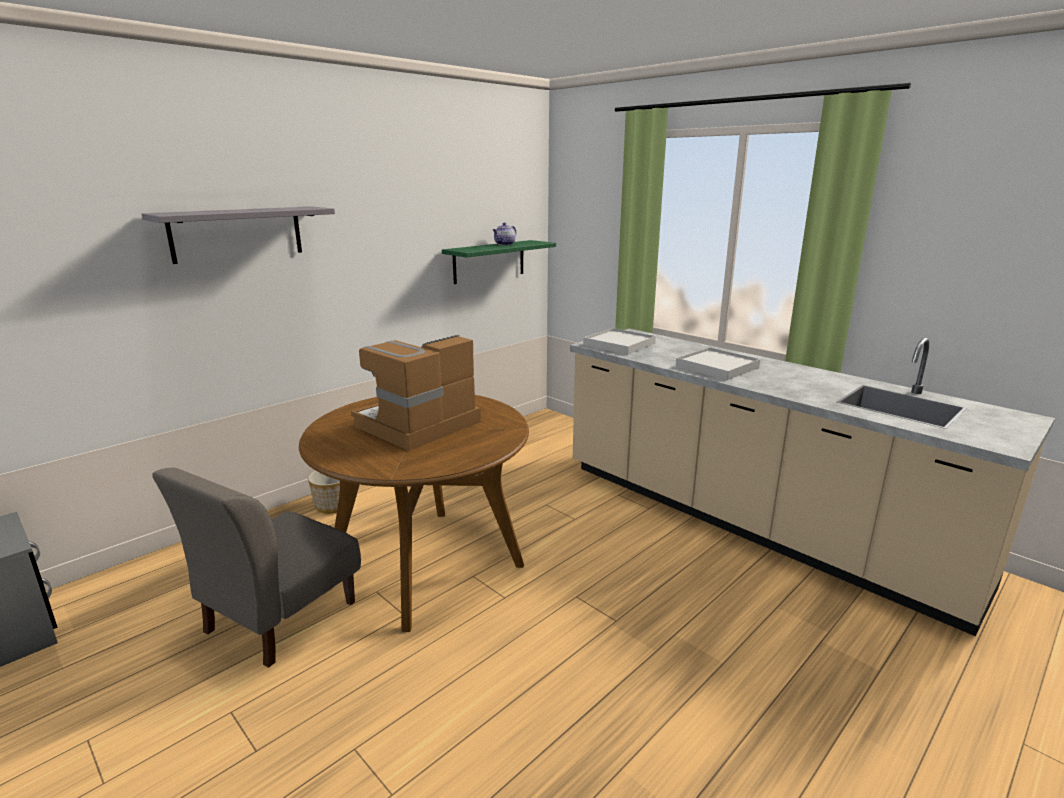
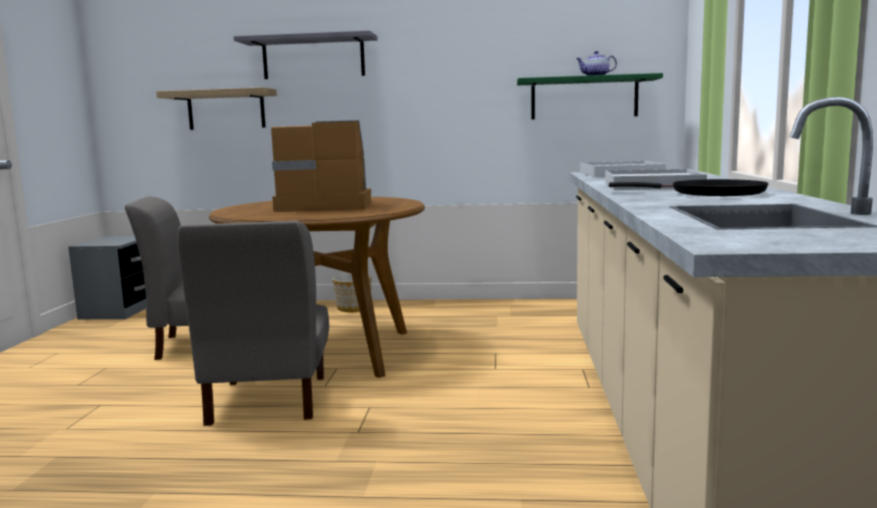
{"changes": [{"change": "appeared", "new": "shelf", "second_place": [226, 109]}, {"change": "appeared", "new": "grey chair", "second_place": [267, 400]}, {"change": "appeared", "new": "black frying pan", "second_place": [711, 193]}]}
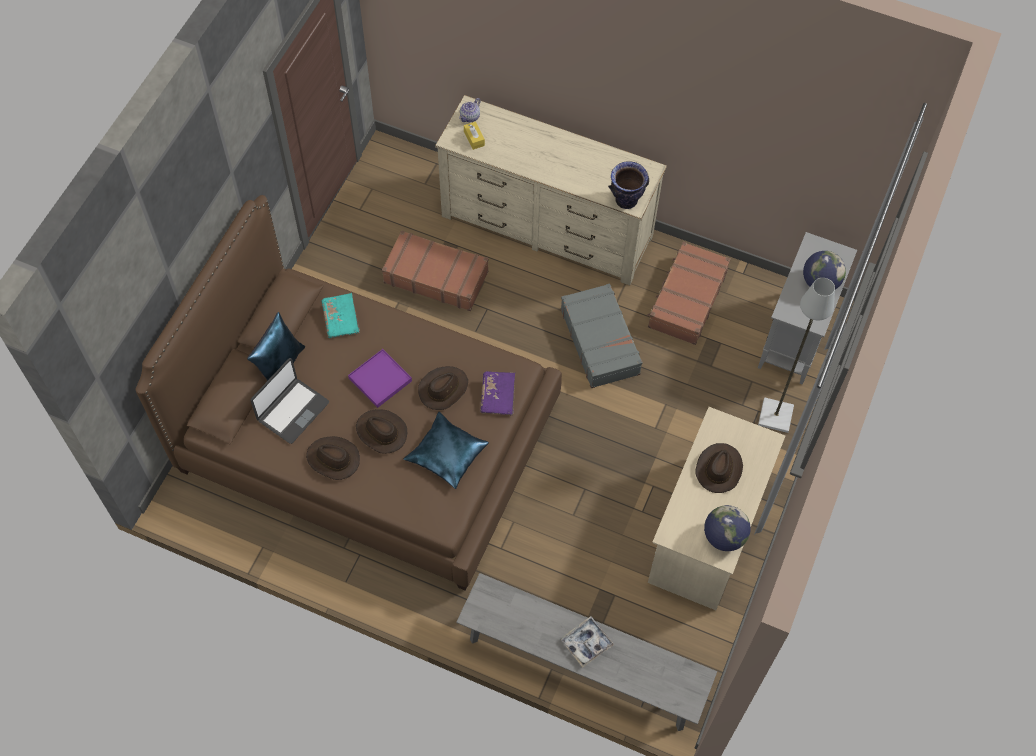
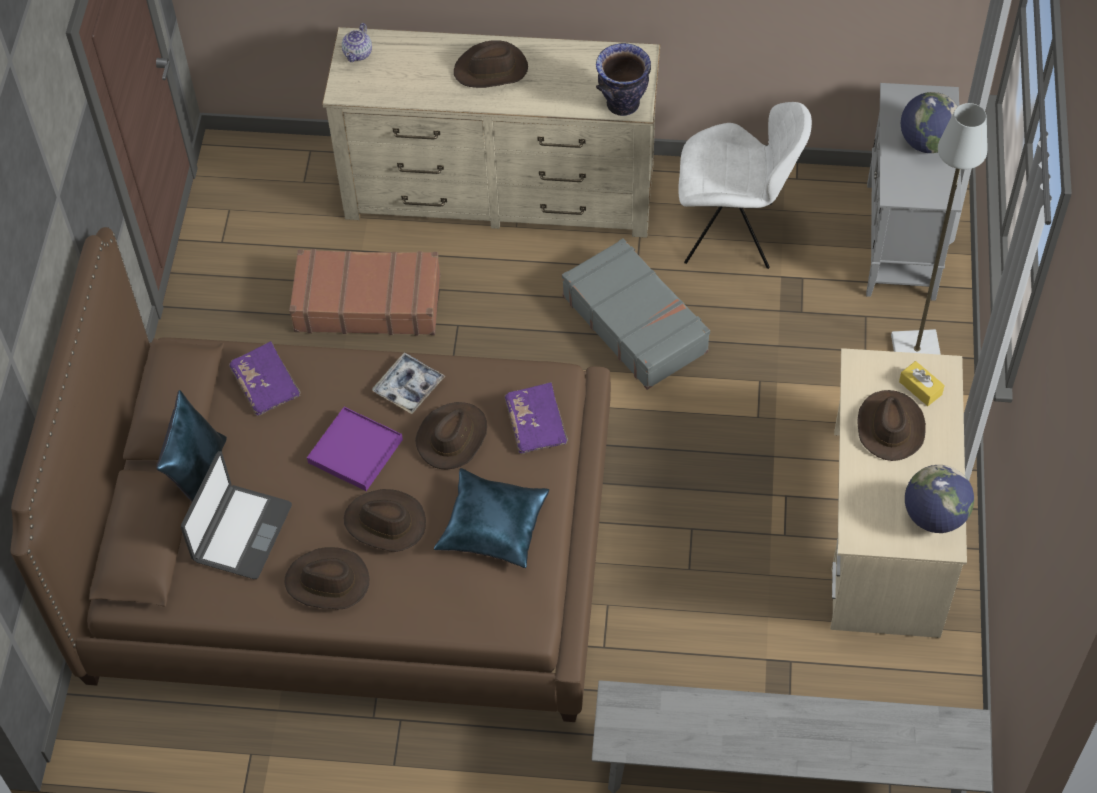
{"changes": [{"change": "colour", "old": "turquoise book", "new": "purple book", "first_place": [341, 319], "second_place": [266, 385]}, {"change": "relocated", "old": "yellow tissue box", "first_place": [474, 138], "second_place": [920, 388]}, {"change": "relocated", "old": "tray", "first_place": [586, 643], "second_place": [409, 387]}, {"change": "exchanged", "old": "brown suitcase", "new": "white chair", "first_place": [686, 299], "second_place": [733, 233]}, {"change": "appeared", "new": "brown hat", "second_place": [491, 70]}]}
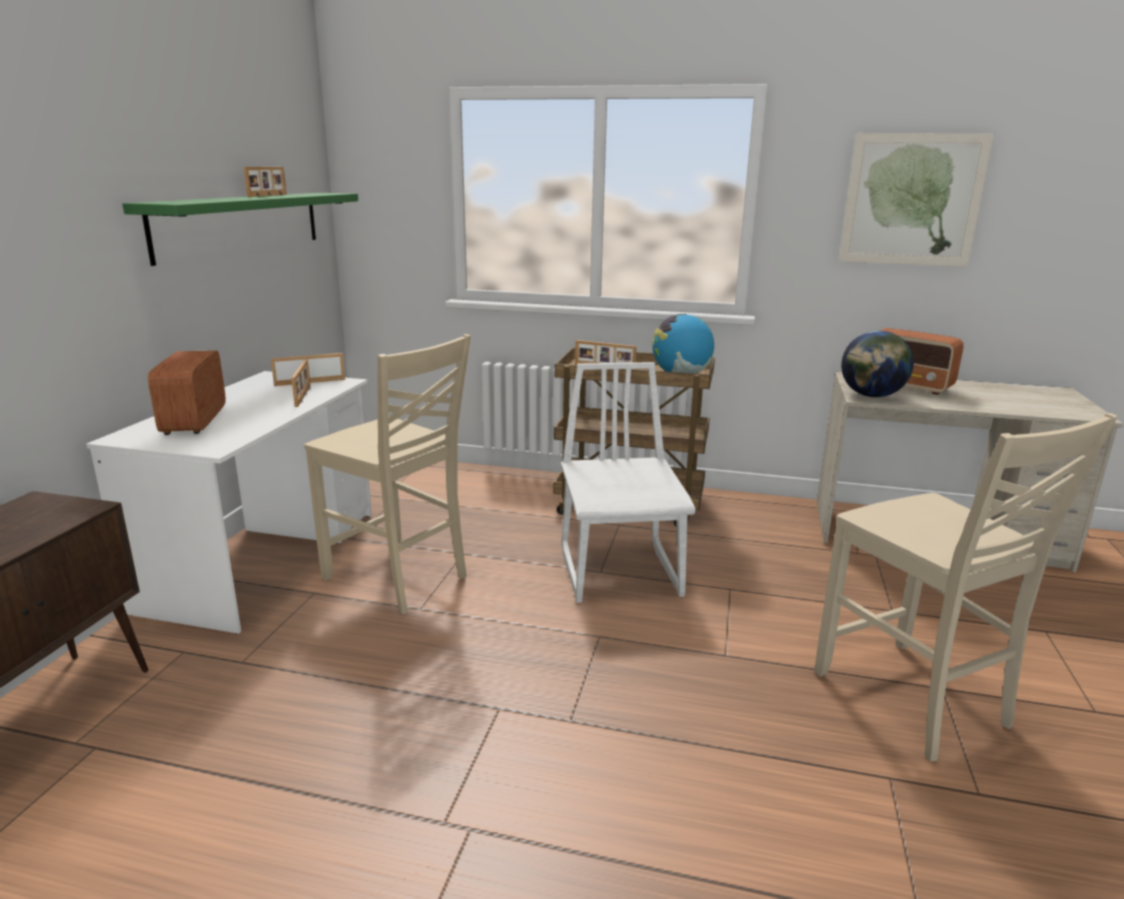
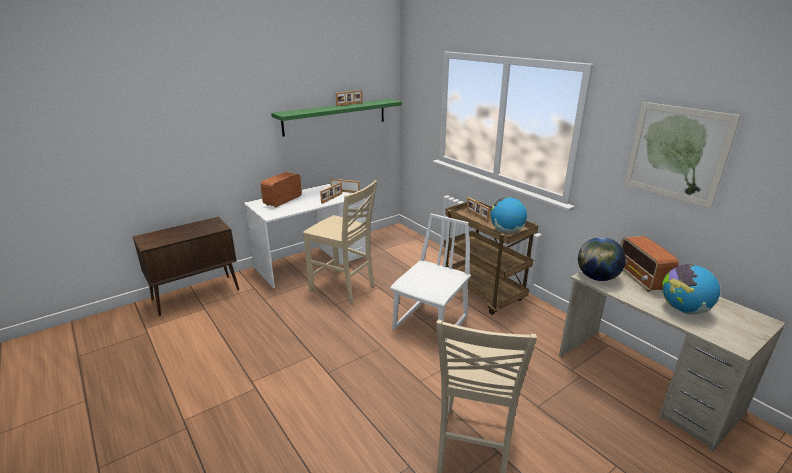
{"changes": [{"change": "spun", "old": "beige chair", "first_place": [398, 578], "second_place": [343, 288], "degrees": -45}, {"change": "appeared", "new": "globe", "second_place": [683, 309]}]}
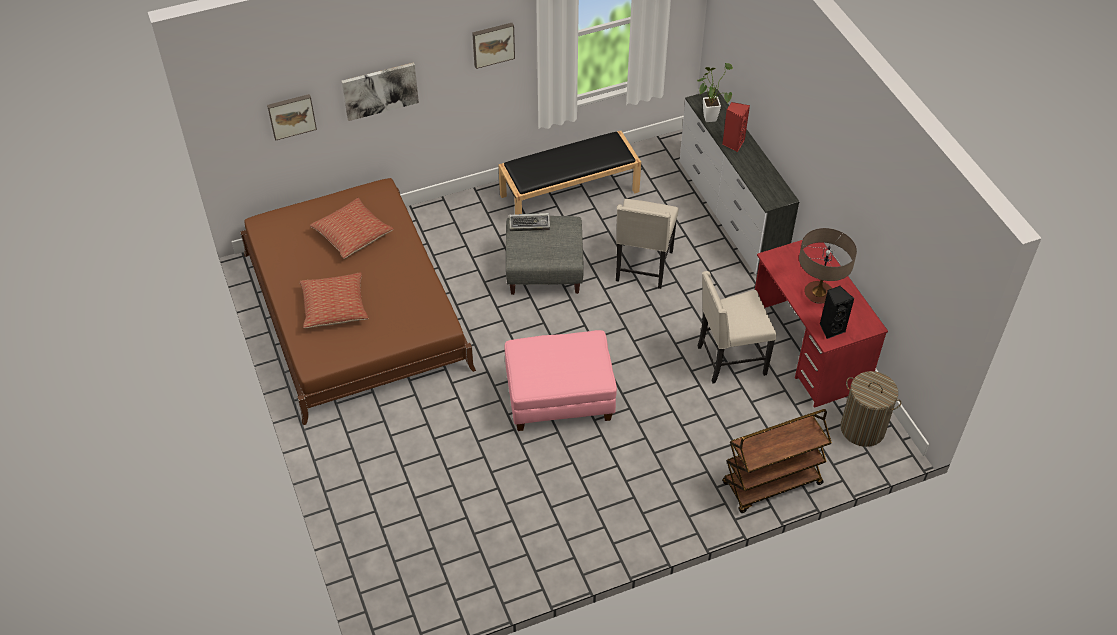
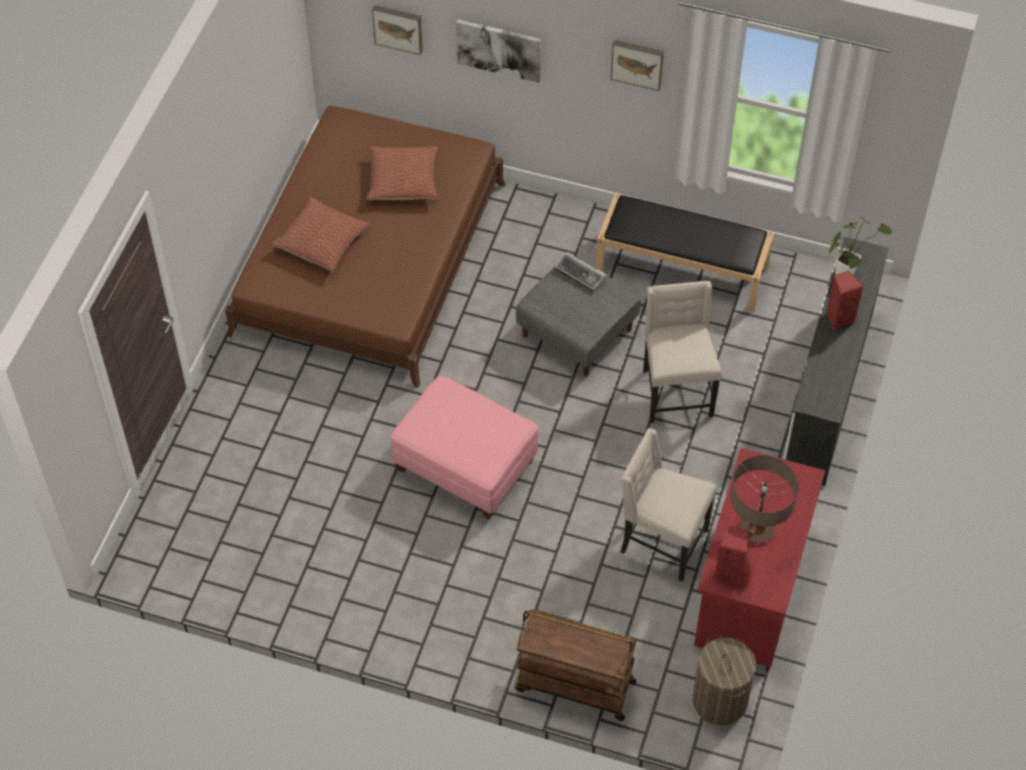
{"changes": [{"change": "spun", "old": "beige chair", "first_place": [643, 267], "second_place": [675, 392], "degrees": 120}, {"change": "colour", "old": "black speaker", "new": "red speaker", "first_place": [831, 328], "second_place": [730, 571]}]}
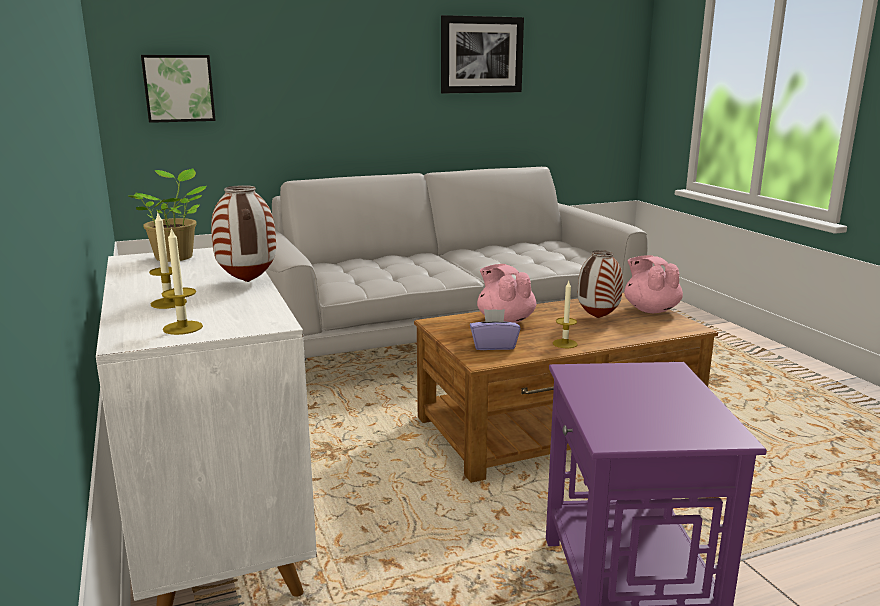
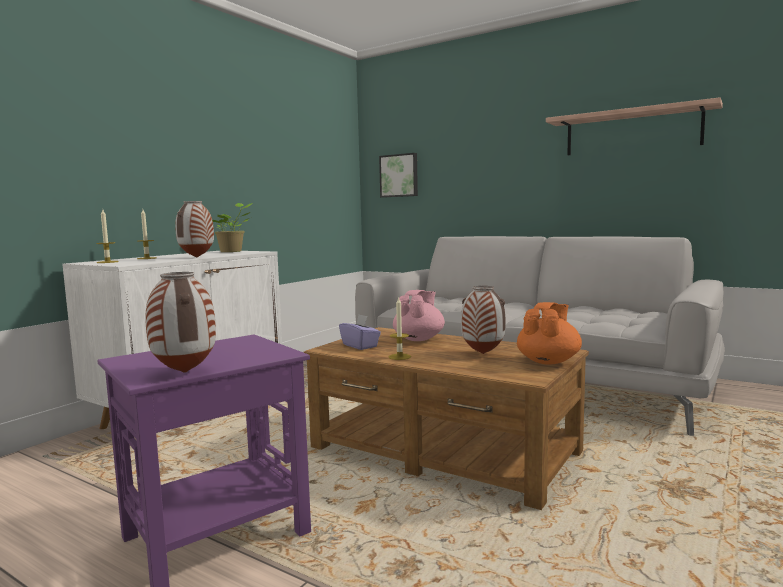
{"changes": [{"change": "exchanged", "old": "picture", "new": "shelf", "first_place": [481, 55], "second_place": [632, 132]}, {"change": "colour", "old": "pink teapot", "new": "orange teapot", "first_place": [650, 309], "second_place": [548, 361]}, {"change": "appeared", "new": "vase", "second_place": [184, 372]}]}
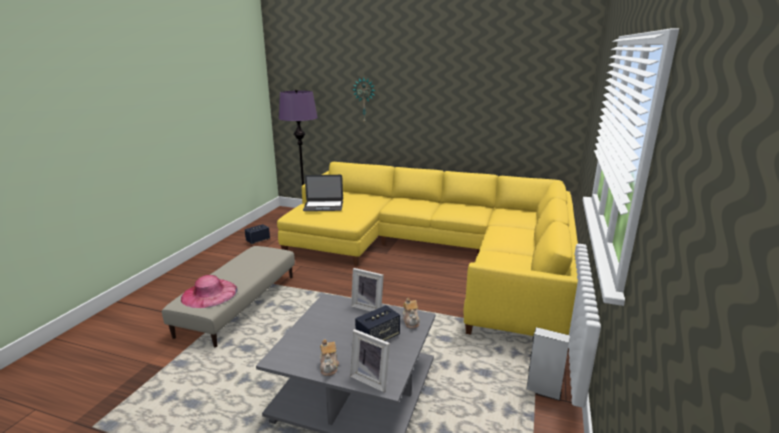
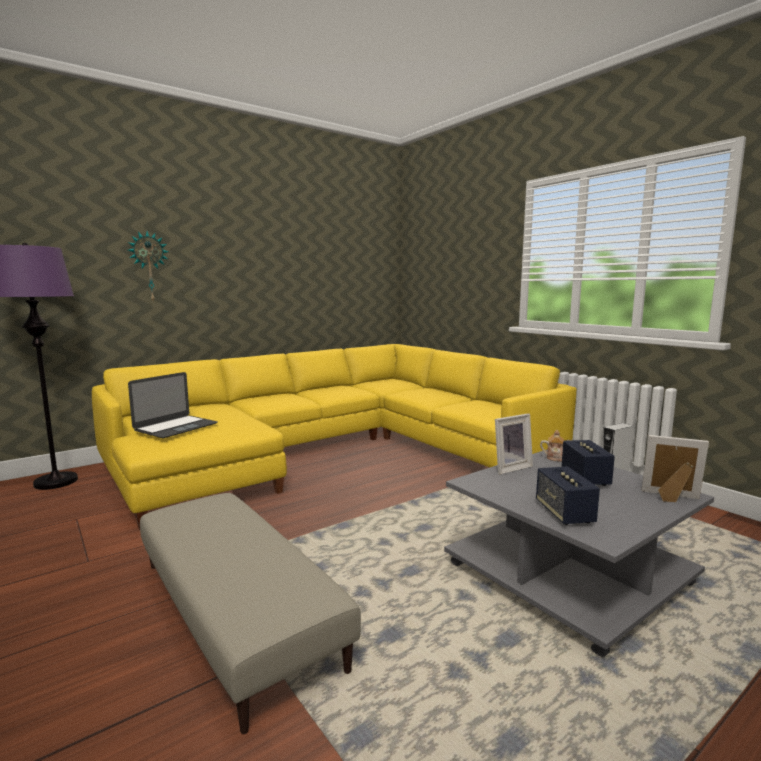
{"changes": [{"change": "missing", "old": "pink hat", "first_place": [209, 293]}, {"change": "relocated", "old": "speaker", "first_place": [258, 240], "second_place": [564, 513]}, {"change": "missing", "old": "teapot", "first_place": [329, 366]}, {"change": "spun", "old": "picture frame", "first_place": [372, 379], "second_place": [671, 498], "degrees": -135}]}
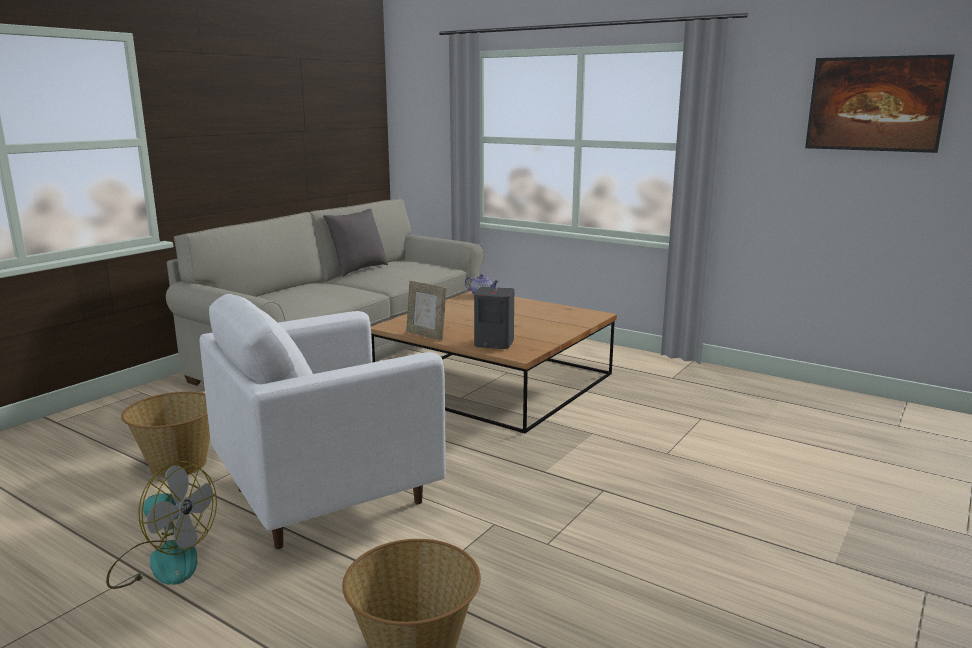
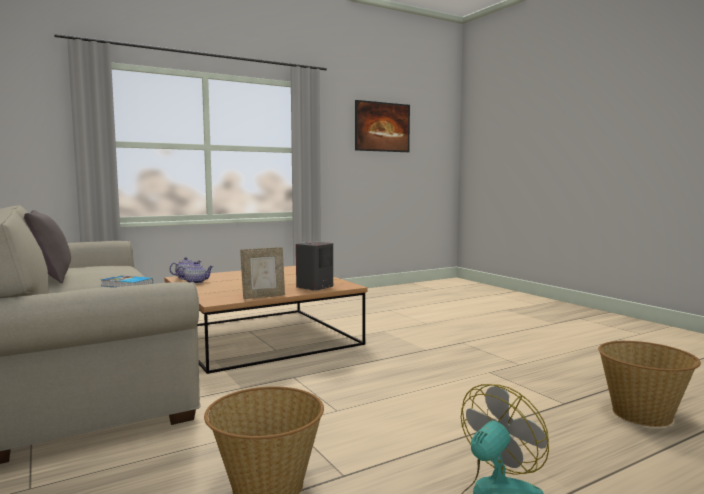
{"changes": [{"change": "missing", "old": "white armchair", "first_place": [326, 496]}, {"change": "appeared", "new": "book", "second_place": [126, 285]}, {"change": "appeared", "new": "teapot", "second_place": [195, 282]}]}
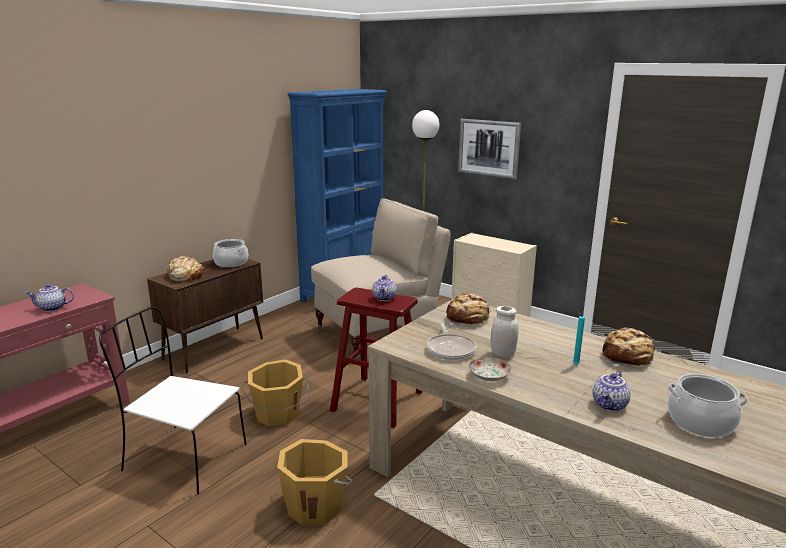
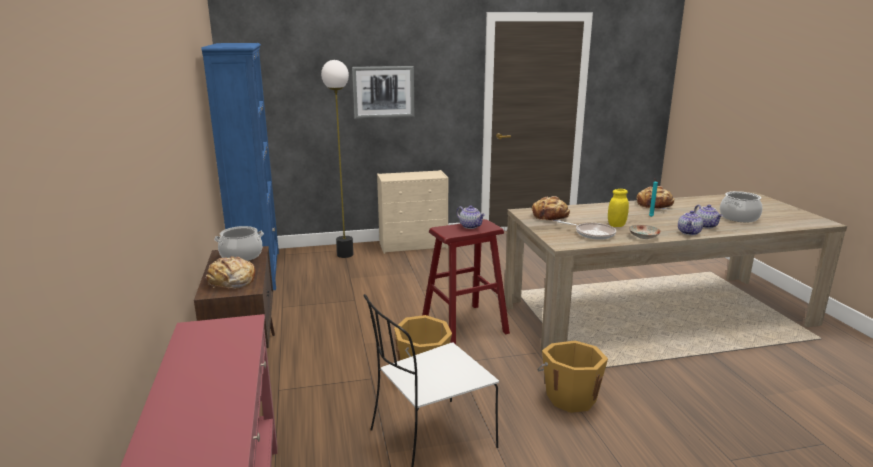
{"changes": [{"change": "relocated", "old": "teapot", "first_place": [52, 308], "second_place": [689, 233]}, {"change": "missing", "old": "beige chair", "first_place": [379, 333]}, {"change": "colour", "old": "white jar", "new": "yellow jar", "first_place": [502, 354], "second_place": [616, 225]}]}
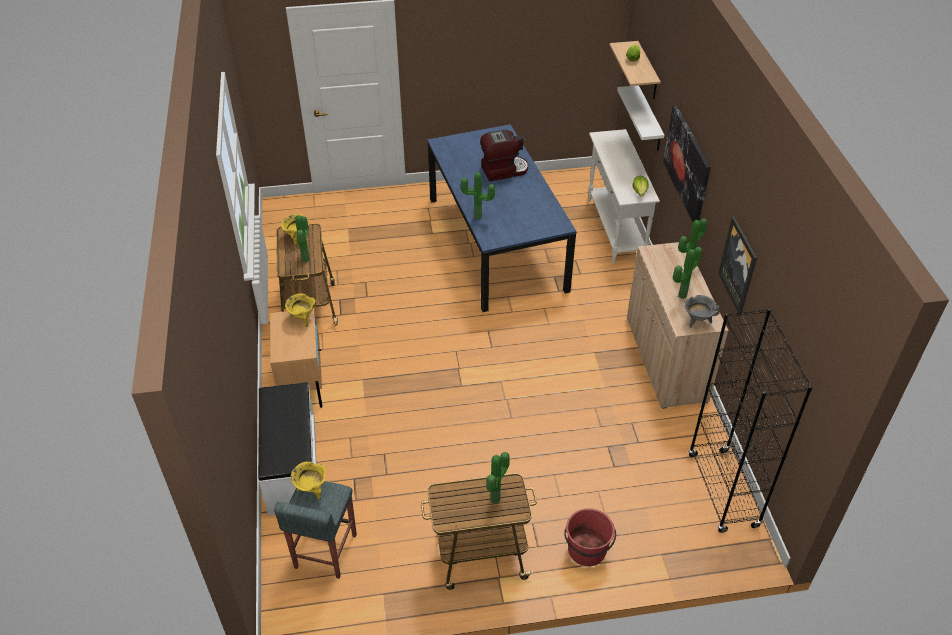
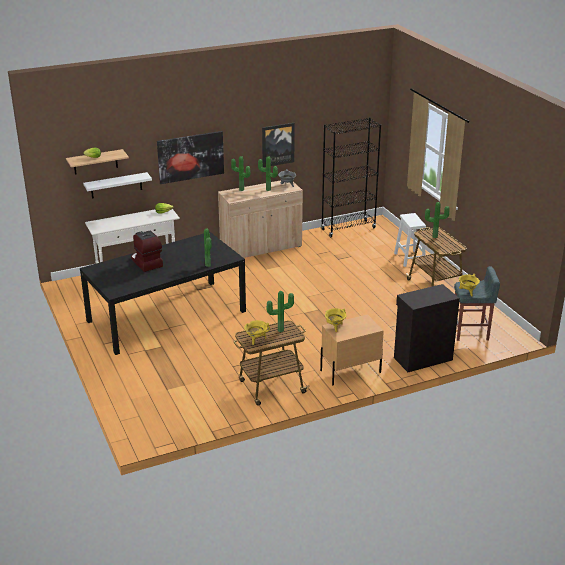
{"changes": [{"change": "exchanged", "old": "white bench", "new": "black cabinet", "first_place": [291, 466], "second_place": [422, 358]}, {"change": "colour", "old": "blue dining table", "new": "black dining table", "first_place": [496, 243], "second_place": [166, 316]}, {"change": "exchanged", "old": "red bucket", "new": "white stool", "first_place": [587, 551], "second_place": [410, 259]}]}
